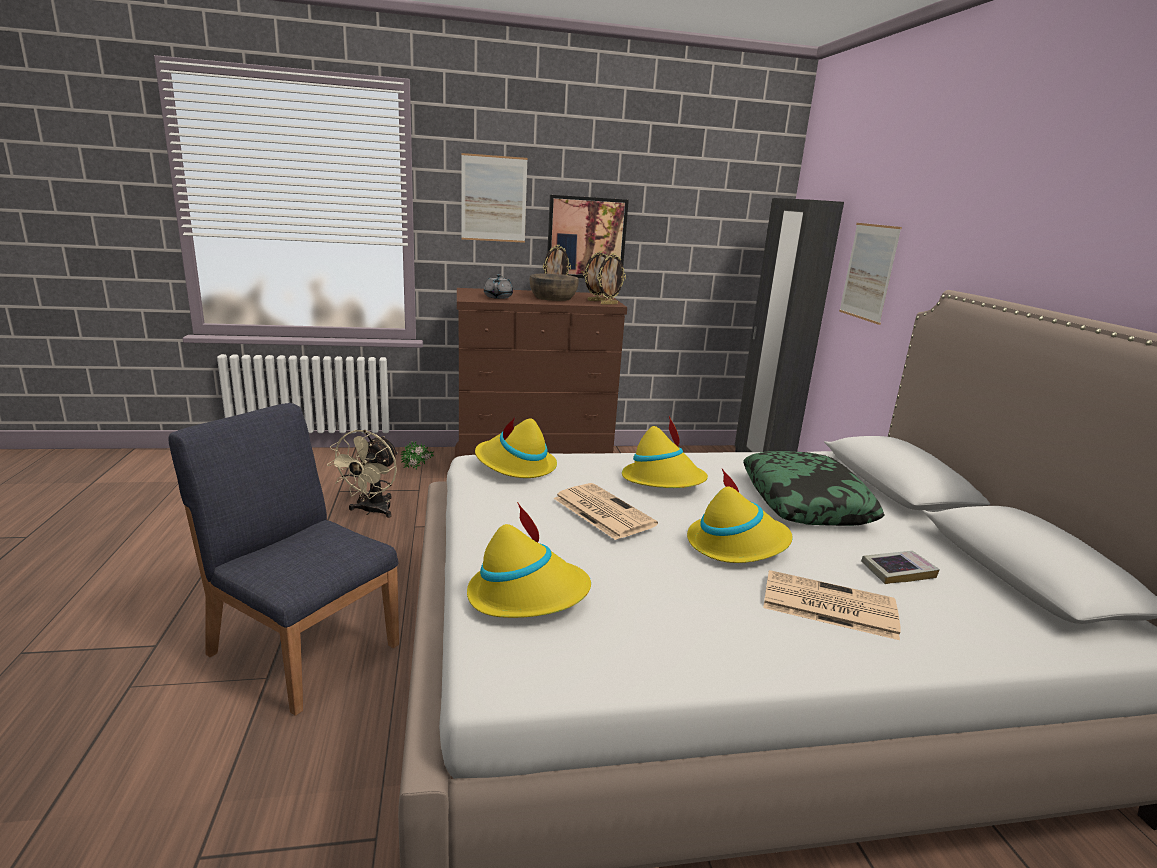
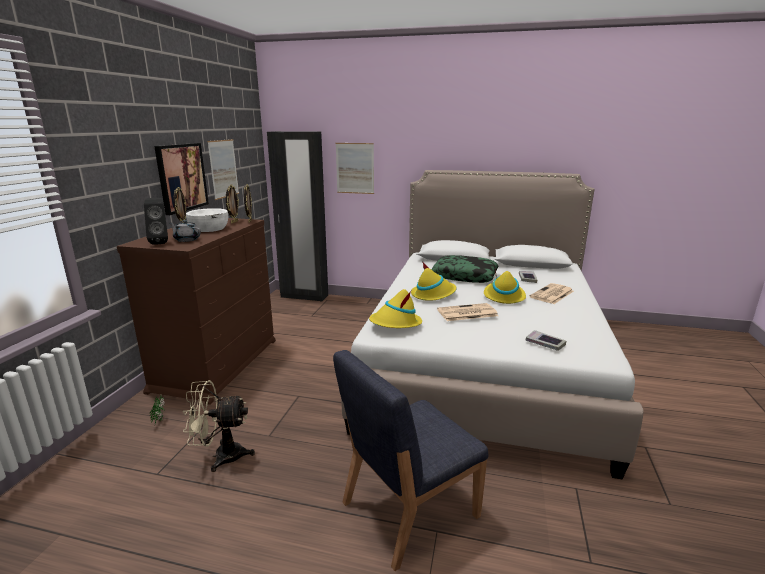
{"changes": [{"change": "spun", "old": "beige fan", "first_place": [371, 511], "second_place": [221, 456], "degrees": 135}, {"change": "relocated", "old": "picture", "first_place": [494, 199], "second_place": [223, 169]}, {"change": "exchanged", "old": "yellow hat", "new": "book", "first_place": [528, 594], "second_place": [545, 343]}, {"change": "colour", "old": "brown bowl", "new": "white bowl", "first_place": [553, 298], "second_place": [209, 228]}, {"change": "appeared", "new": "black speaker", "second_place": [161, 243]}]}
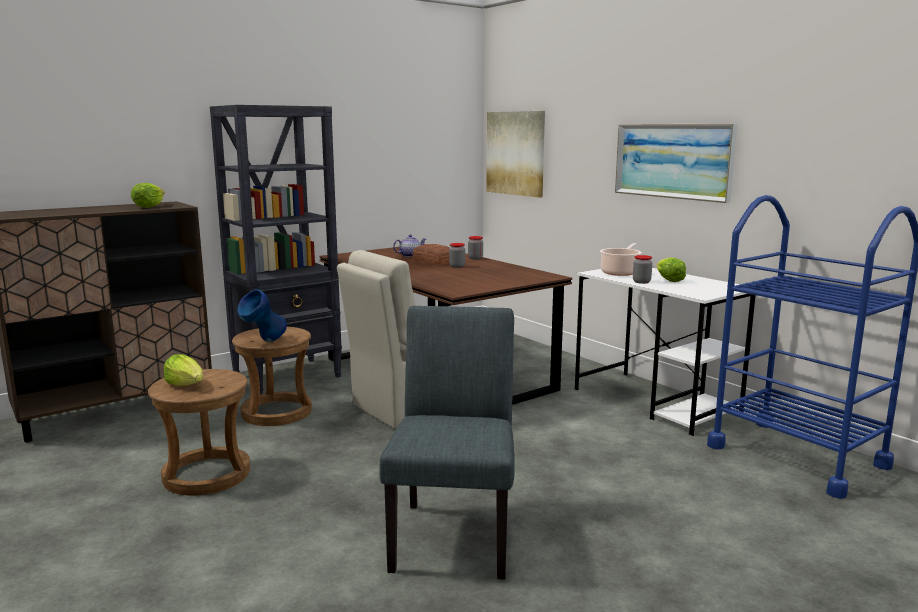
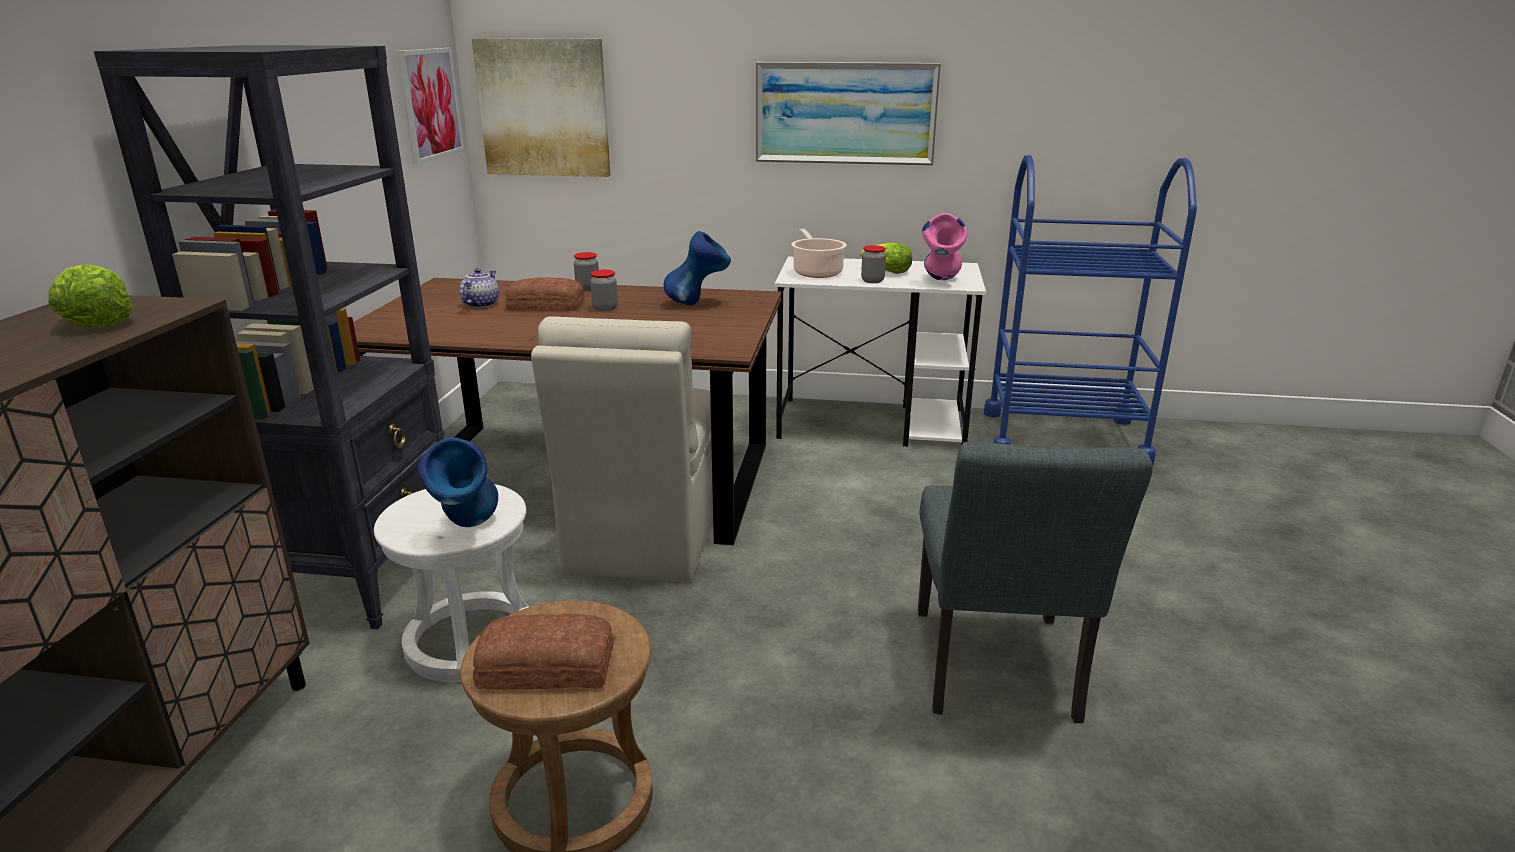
{"changes": [{"change": "exchanged", "old": "lettuce", "new": "bread", "first_place": [186, 385], "second_place": [545, 665]}, {"change": "colour", "old": "brown stool", "new": "white stool", "first_place": [276, 412], "second_place": [470, 641]}, {"change": "spun", "old": "grey chair", "first_place": [454, 532], "second_place": [996, 674], "degrees": -135}, {"change": "appeared", "new": "picture", "second_place": [430, 104]}, {"change": "appeared", "new": "blue vase", "second_place": [698, 304]}, {"change": "appeared", "new": "pink vase", "second_place": [941, 281]}]}
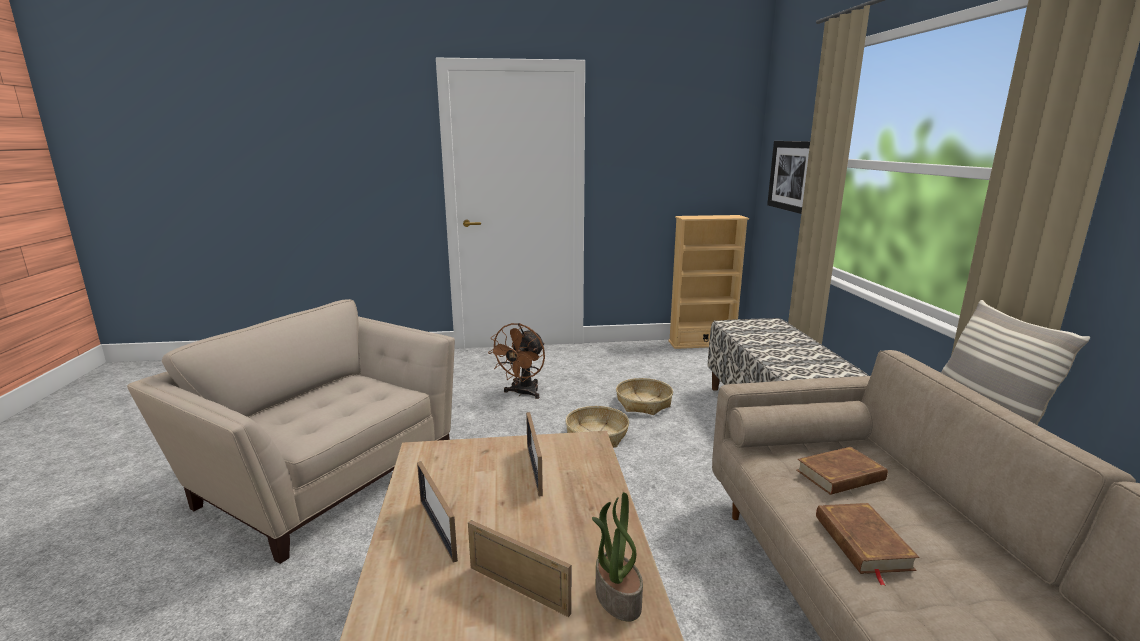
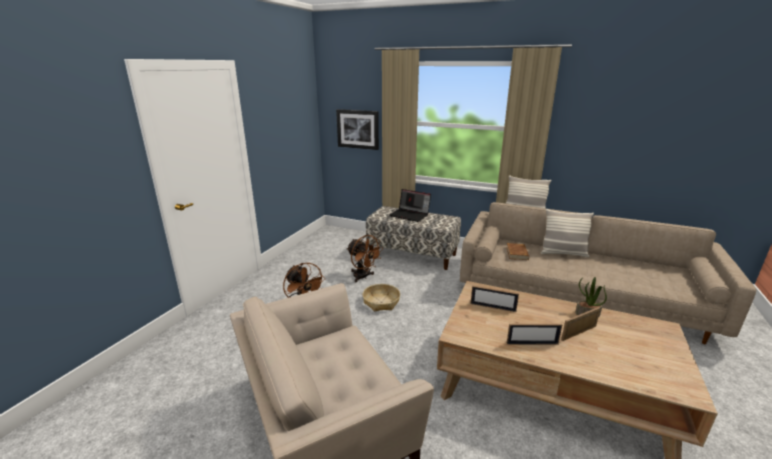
{"changes": [{"change": "exchanged", "old": "basket", "new": "brown fan", "first_place": [644, 403], "second_place": [363, 277]}, {"change": "missing", "old": "beige bookcase", "first_place": [702, 343]}, {"change": "missing", "old": "brown book", "first_place": [862, 543]}, {"change": "appeared", "new": "laptop", "second_place": [410, 215]}, {"change": "appeared", "new": "pillow", "second_place": [563, 253]}]}
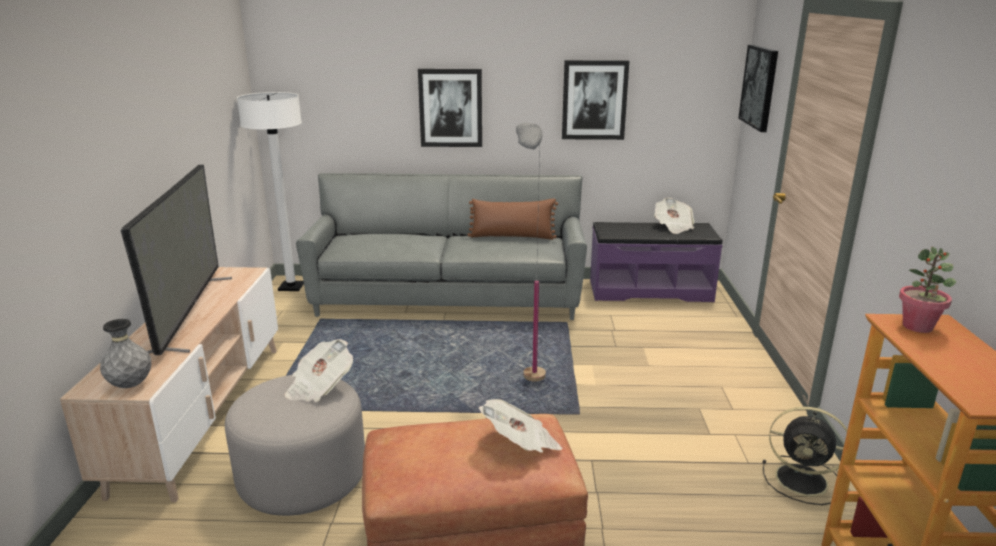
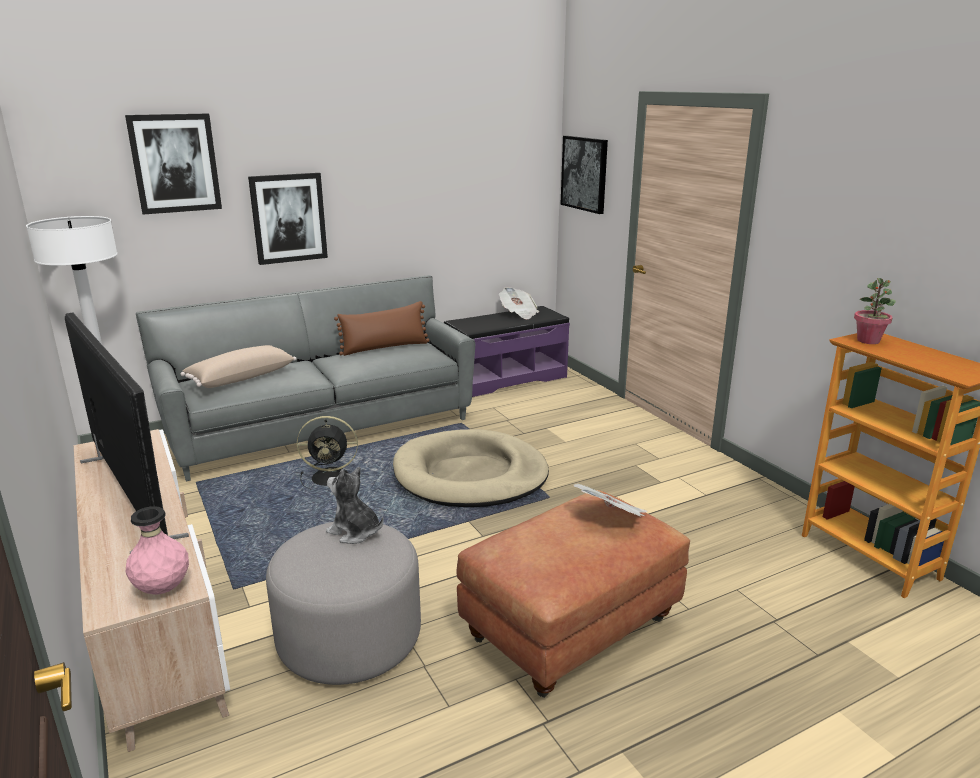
{"changes": [{"change": "colour", "old": "grey vase", "new": "pink vase", "first_place": [131, 385], "second_place": [162, 589]}, {"change": "exchanged", "old": "newspaper", "new": "plush toy", "first_place": [319, 387], "second_place": [355, 532]}, {"change": "exchanged", "old": "grey floor lamp", "new": "beige dog bed", "first_place": [528, 372], "second_place": [470, 475]}, {"change": "relocated", "old": "picture", "first_place": [594, 100], "second_place": [175, 163]}, {"change": "relocated", "old": "black fan", "first_place": [804, 480], "second_place": [332, 477]}, {"change": "appeared", "new": "beige pillow", "second_place": [241, 377]}]}
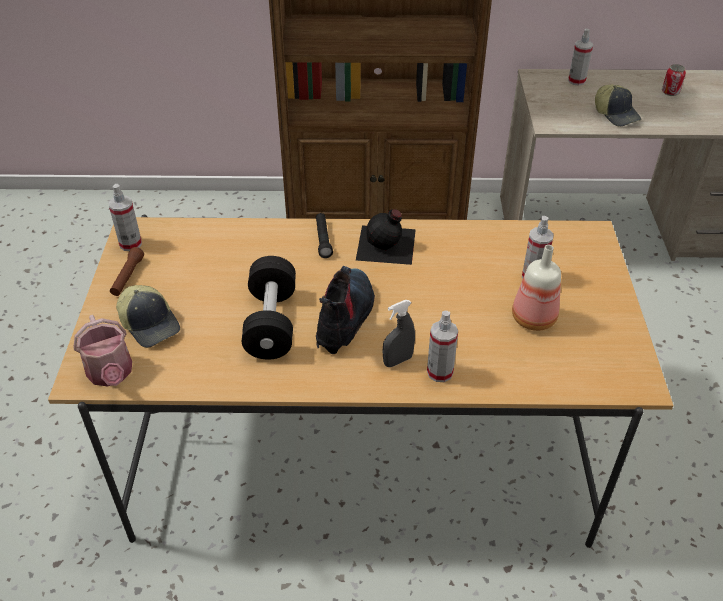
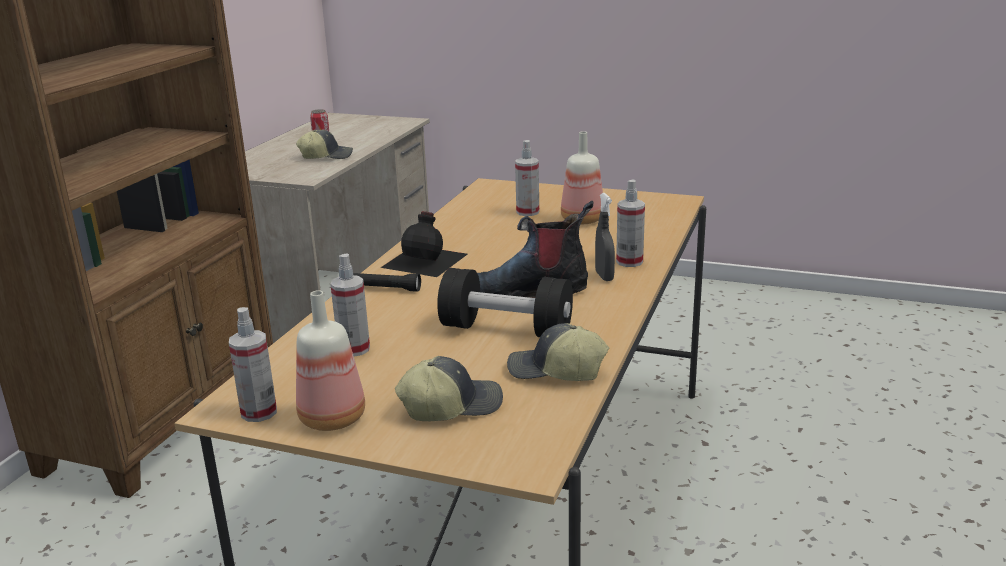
{"changes": [{"change": "missing", "old": "watering can", "first_place": [111, 374]}, {"change": "exchanged", "old": "brown flashlight", "new": "bottle", "first_place": [127, 277], "second_place": [335, 418]}, {"change": "spun", "old": "boot", "first_place": [345, 318], "second_place": [526, 292], "degrees": -45}, {"change": "relocated", "old": "spray bottle", "first_place": [576, 81], "second_place": [354, 349]}, {"change": "appeared", "new": "cap", "second_place": [555, 372]}]}
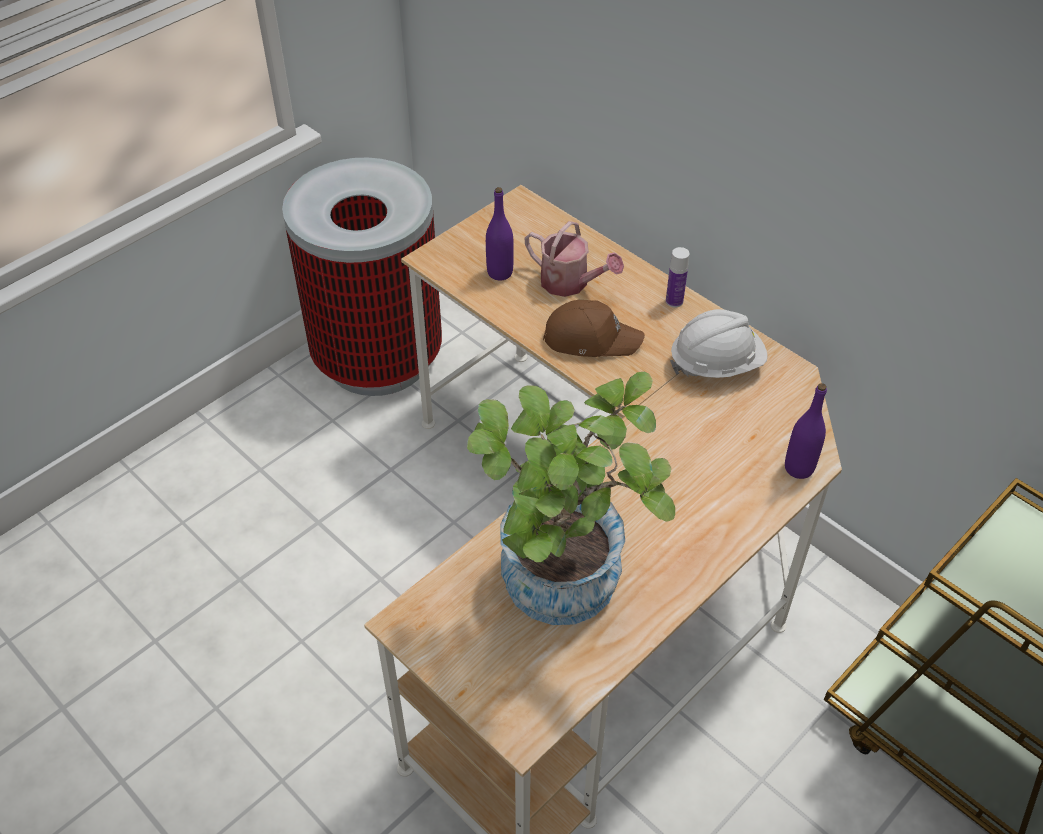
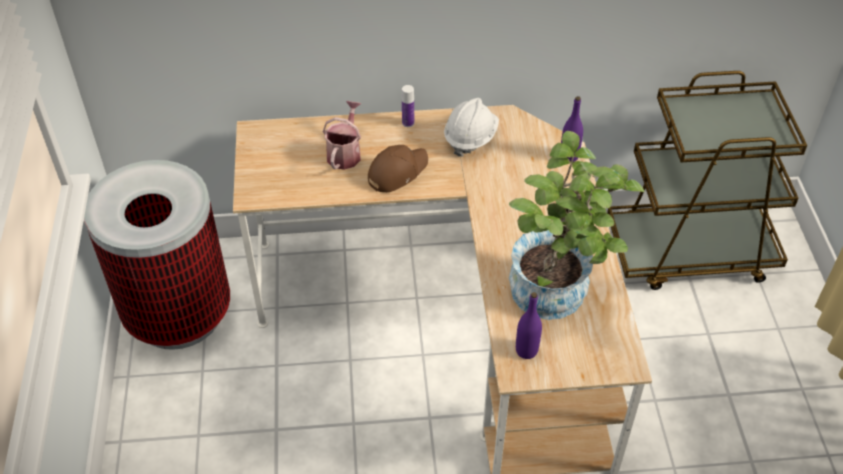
{"changes": [{"change": "relocated", "old": "purple bottle", "first_place": [500, 273], "second_place": [526, 350]}, {"change": "spun", "old": "watering can", "first_place": [570, 283], "second_place": [345, 153], "degrees": -60}]}
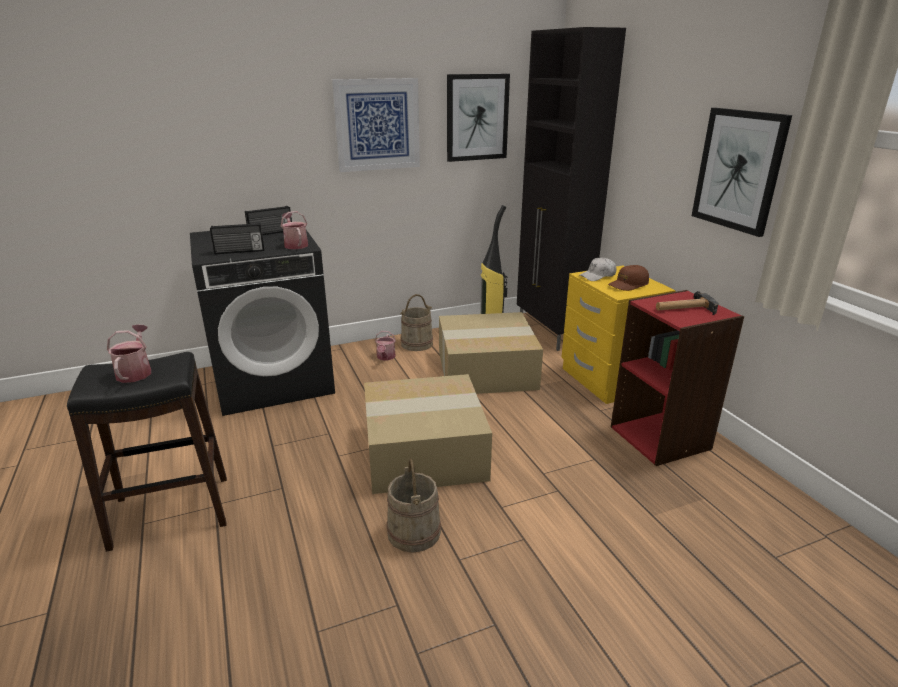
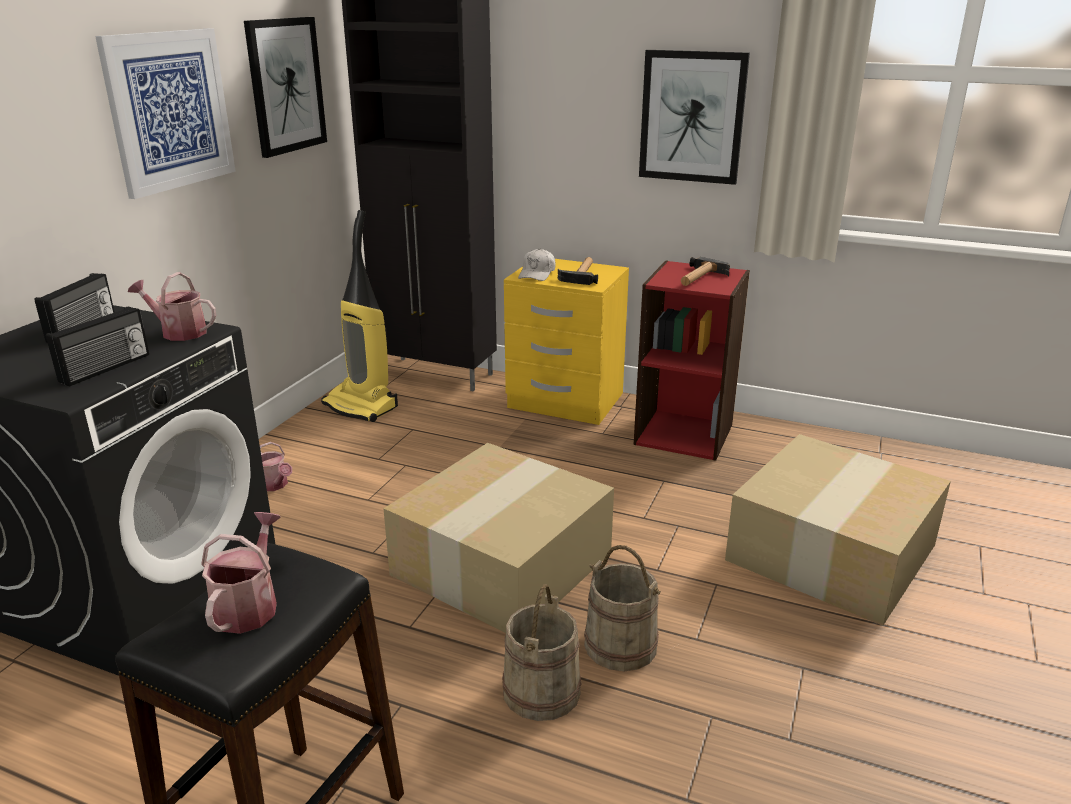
{"changes": [{"change": "spun", "old": "watering can", "first_place": [135, 372], "second_place": [249, 605], "degrees": 60}, {"change": "relocated", "old": "beige bucket", "first_place": [417, 343], "second_place": [541, 690]}, {"change": "relocated", "old": "cardboard box", "first_place": [485, 371], "second_place": [832, 554]}, {"change": "exchanged", "old": "brown cap", "new": "hammer", "first_place": [628, 285], "second_place": [581, 274]}]}
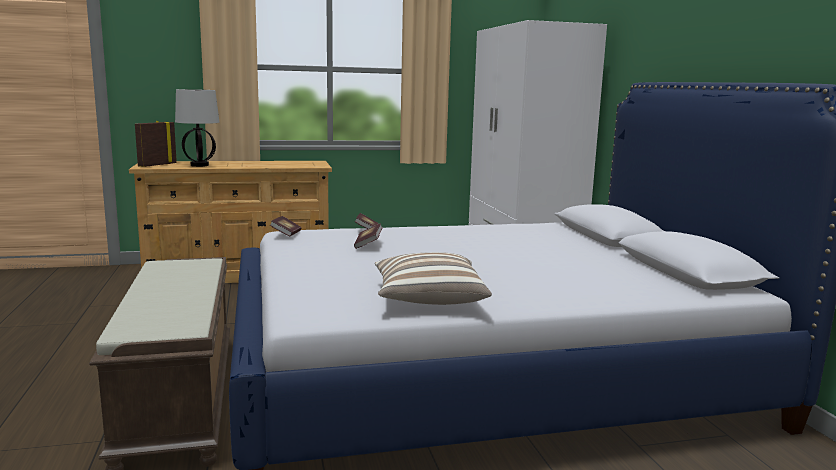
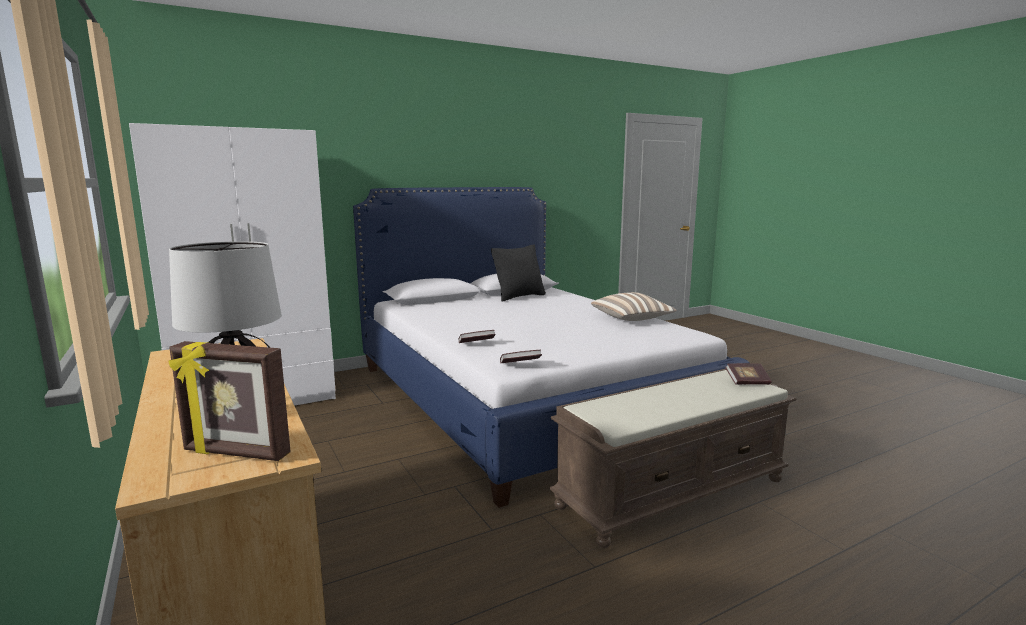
{"changes": [{"change": "relocated", "old": "book", "first_place": [368, 244], "second_place": [747, 382]}, {"change": "appeared", "new": "black pillow", "second_place": [519, 297]}]}
